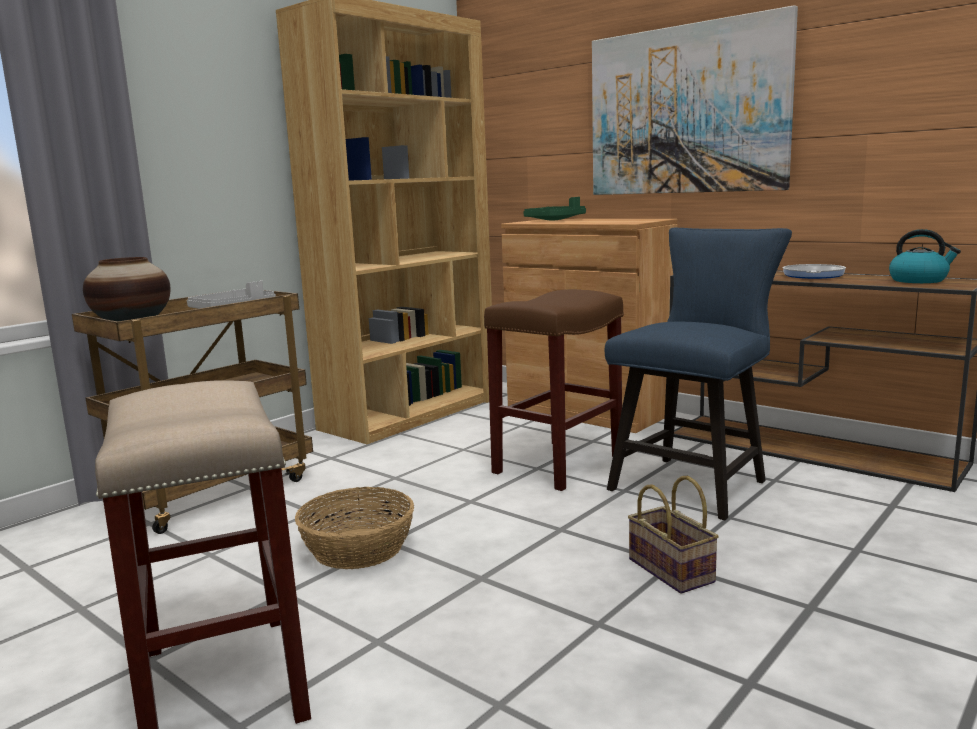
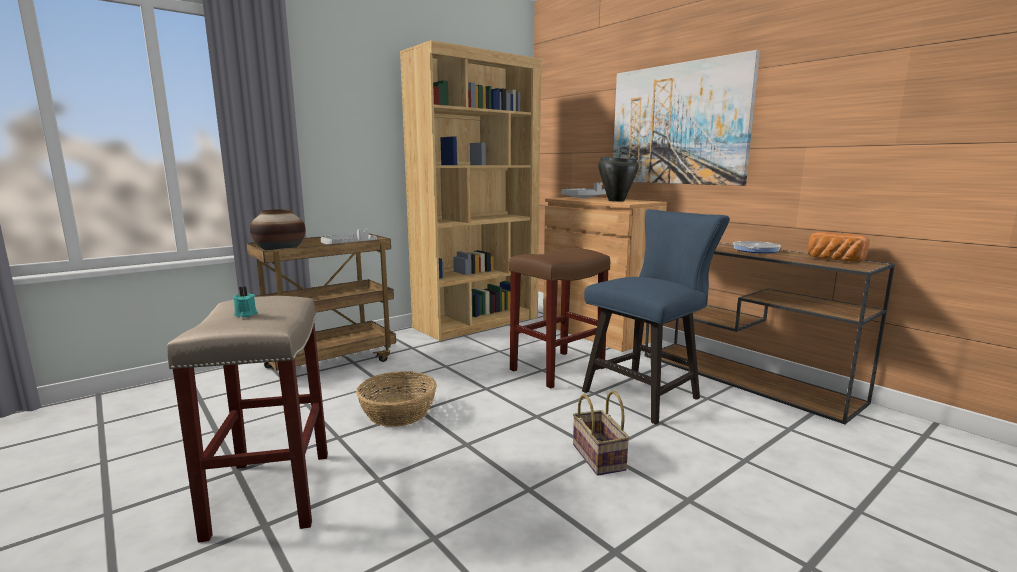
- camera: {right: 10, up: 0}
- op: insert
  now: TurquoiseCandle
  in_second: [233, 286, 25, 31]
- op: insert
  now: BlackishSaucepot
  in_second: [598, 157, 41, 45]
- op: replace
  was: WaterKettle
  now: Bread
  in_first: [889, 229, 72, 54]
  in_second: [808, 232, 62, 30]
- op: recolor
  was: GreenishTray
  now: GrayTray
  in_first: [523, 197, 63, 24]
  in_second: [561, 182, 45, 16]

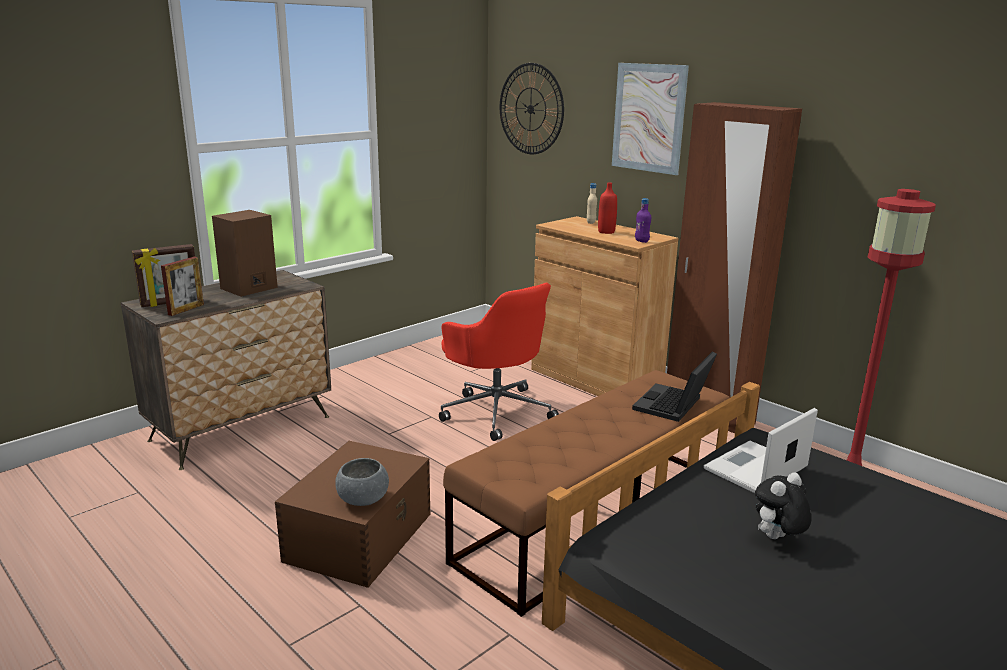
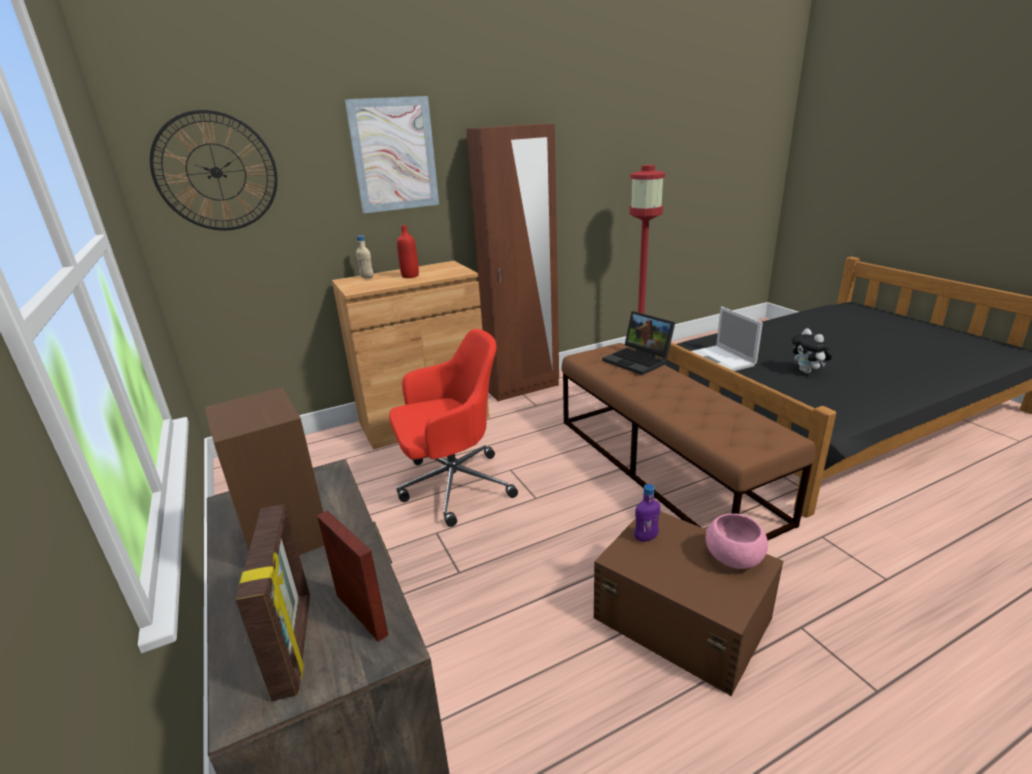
- camera: {right: -70, up: 5}
- op: move
  was: PurpleColouredBeverageBottle
  in_first: [635, 198, 16, 45]
  in_second: [634, 484, 26, 58]
- op: recolor
  was: GrayDeepDish
  now: PinkishDeepDish
  in_first: [335, 458, 54, 48]
  in_second: [706, 514, 62, 55]

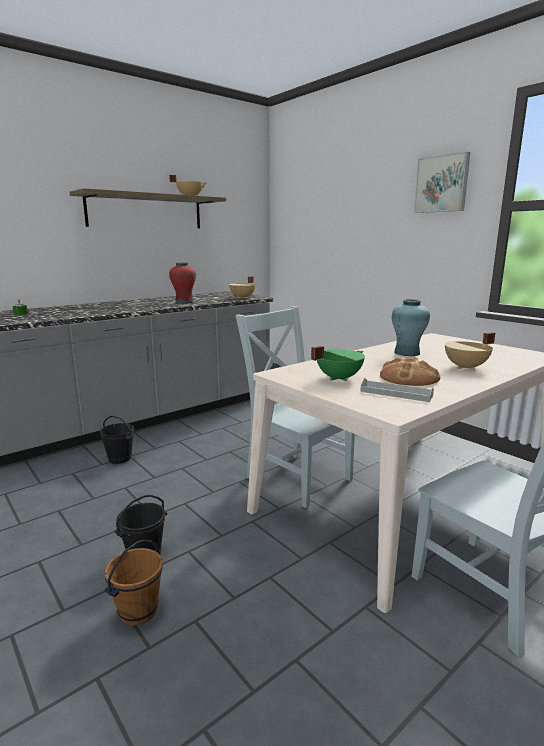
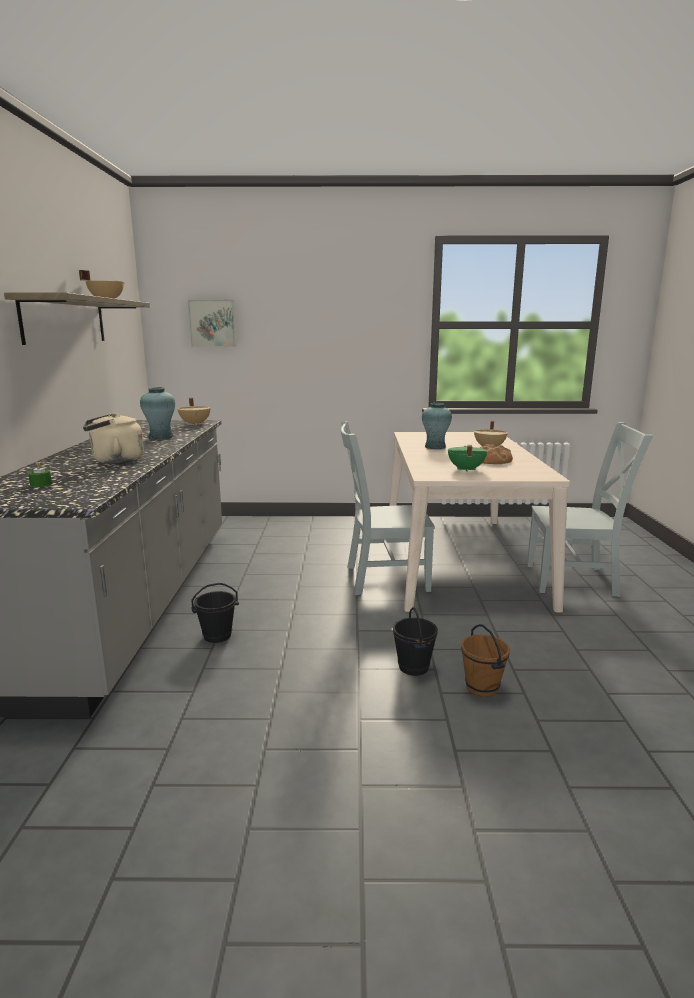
- camera: {right: -50, up: 0}
- op: delete
  was: GrayTray
  in_first: [360, 378, 74, 24]
- op: insert
  now: BeigeWaterKettle
  in_second: [83, 413, 61, 51]
- op: move
  was: WallPicture
  in_first: [414, 152, 57, 61]
  in_second: [188, 300, 49, 47]
- op: recolor
  was: ReddishFlowerVase
  now: TurquoiseFlowerVase
  in_first: [169, 262, 27, 41]
  in_second: [140, 387, 35, 52]

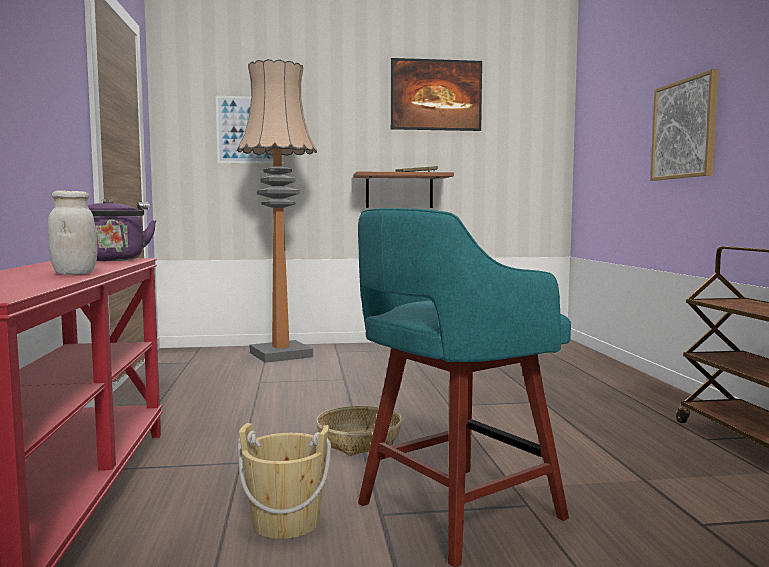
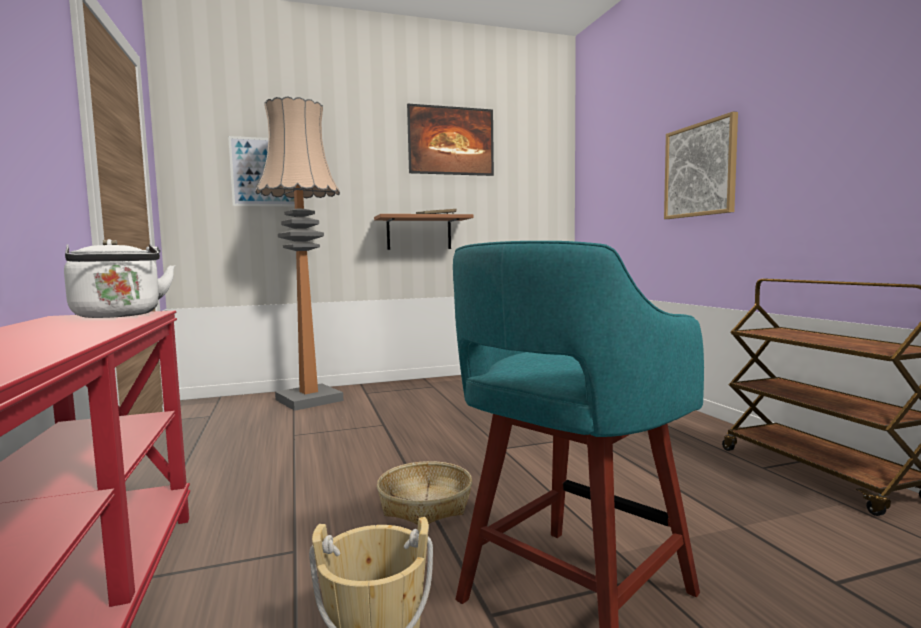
- camera: {right: -10, up: 0}
- op: delete
  was: WhiteColouredJar
  in_first: [48, 190, 49, 85]
- op: recolor
  was: PurpleColouredWaterKettle
  now: WhiteColouredWaterKettle
  in_first: [88, 199, 69, 62]
  in_second: [64, 239, 111, 79]

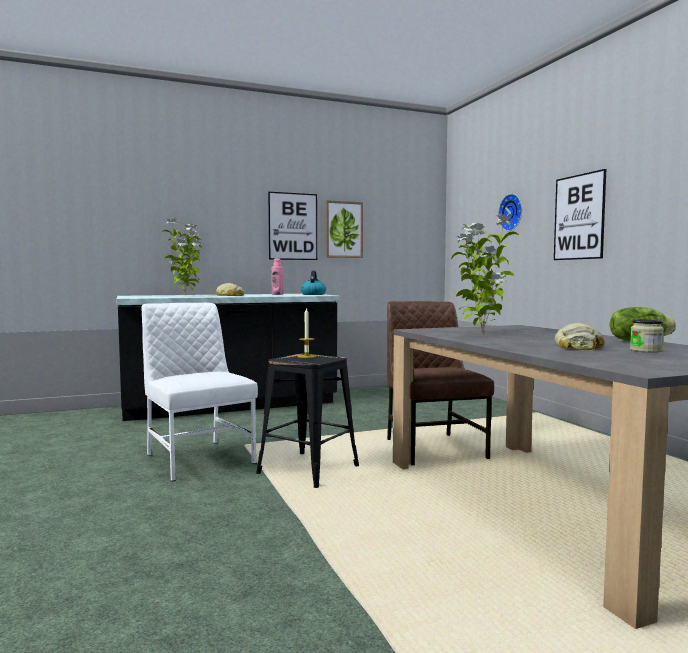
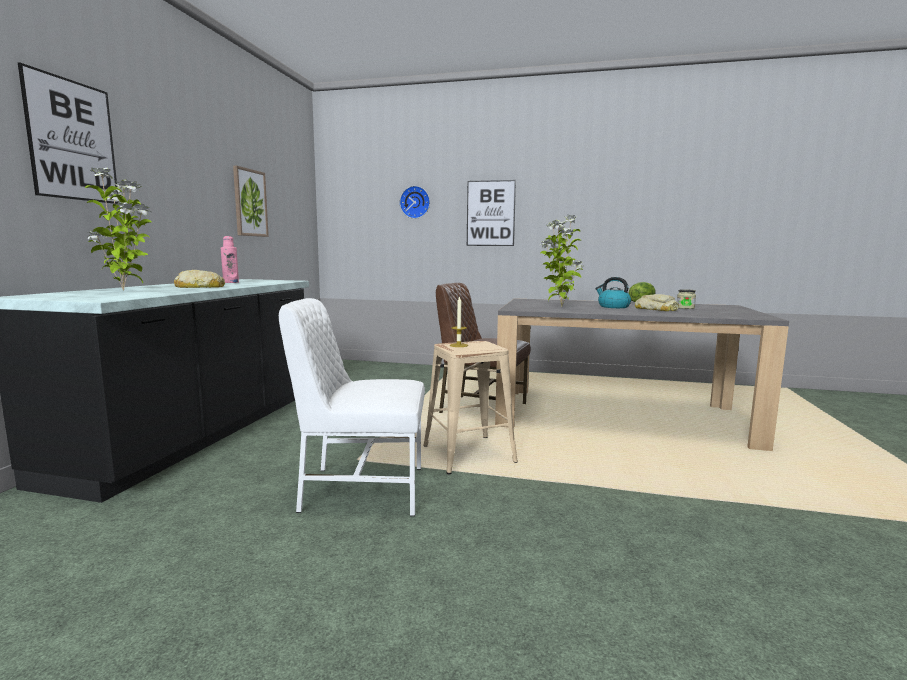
- camera: {right: -55, up: 5}
- op: move
  was: WallPicture
  in_first: [268, 192, 49, 68]
  in_second: [18, 62, 101, 142]
- op: move
  was: WaterKettle
  in_first: [301, 270, 25, 25]
  in_second: [595, 277, 36, 31]
- op: recolor
  was: BlackishStool
  now: BeigeStool
  in_first: [256, 354, 103, 134]
  in_second: [423, 341, 95, 134]

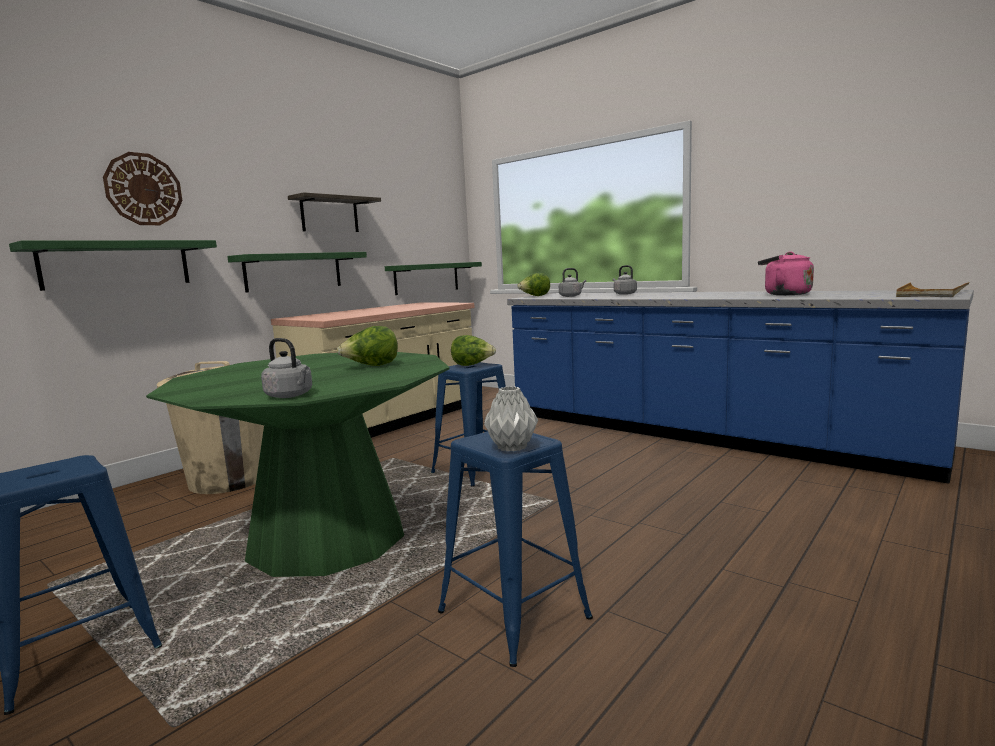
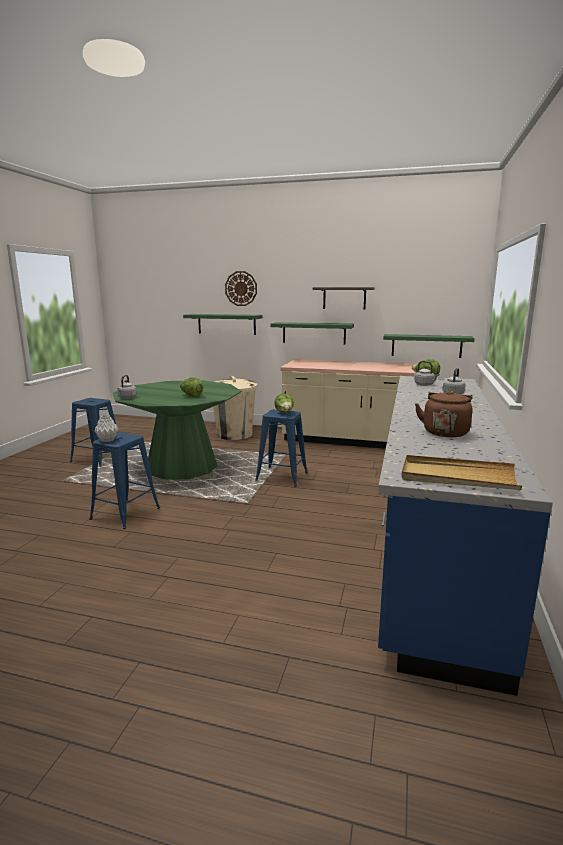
- camera: {right: 65, up: 5}
- op: recolor
  was: PinkishWaterKettle
  now: BrownWaterKettle
  in_first: [758, 252, 56, 43]
  in_second: [415, 390, 58, 47]

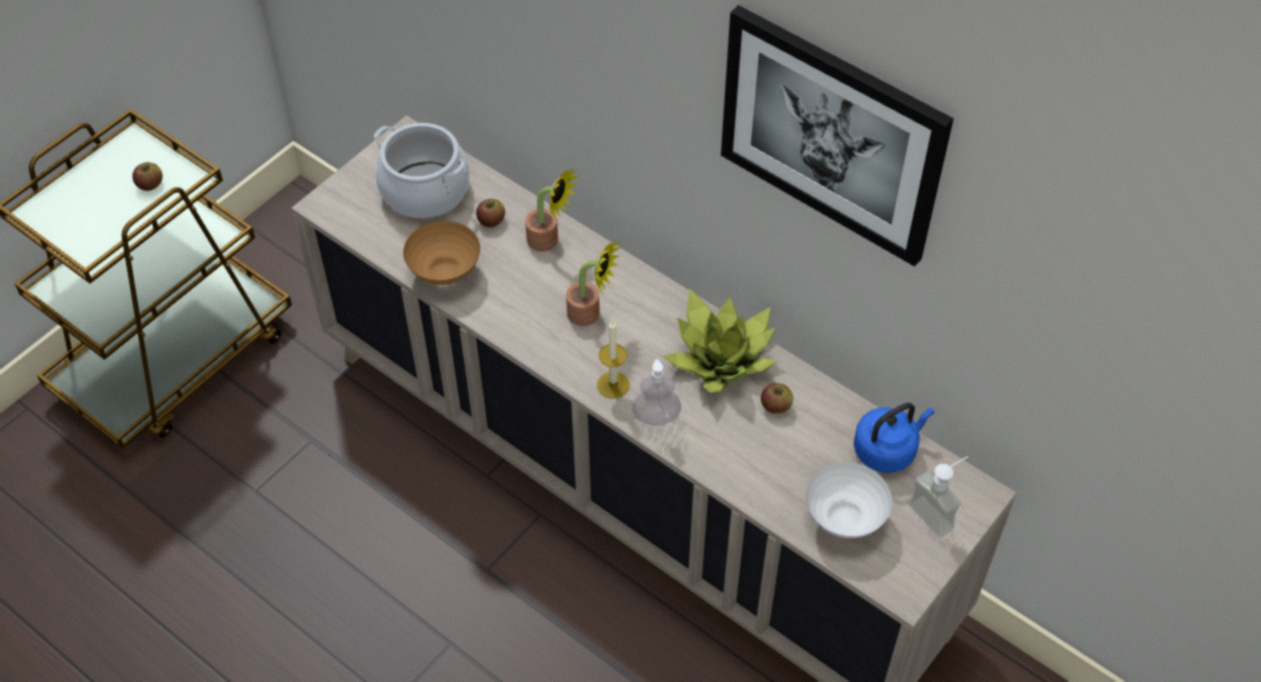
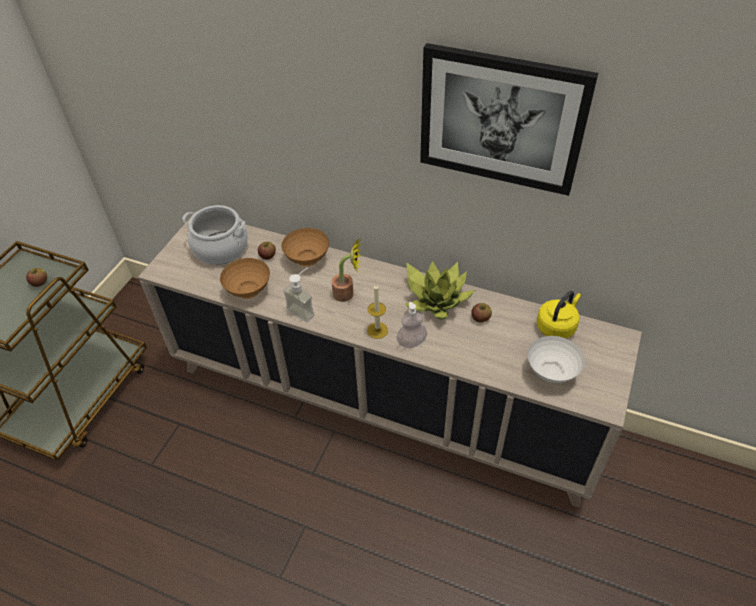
- camera: {right: -15, up: -5}
- op: move
  was: SoapDispenser
  in_first: [909, 456, 59, 81]
  in_second: [283, 268, 31, 54]
- op: replace
  was: PlantInAPot
  now: BrownDeepDish
  in_first: [525, 168, 53, 84]
  in_second: [282, 228, 47, 39]
- op: recolor
  was: BlueWaterKettle
  now: YellowishWaterKettle
  in_first: [854, 403, 80, 70]
  in_second: [537, 291, 44, 47]

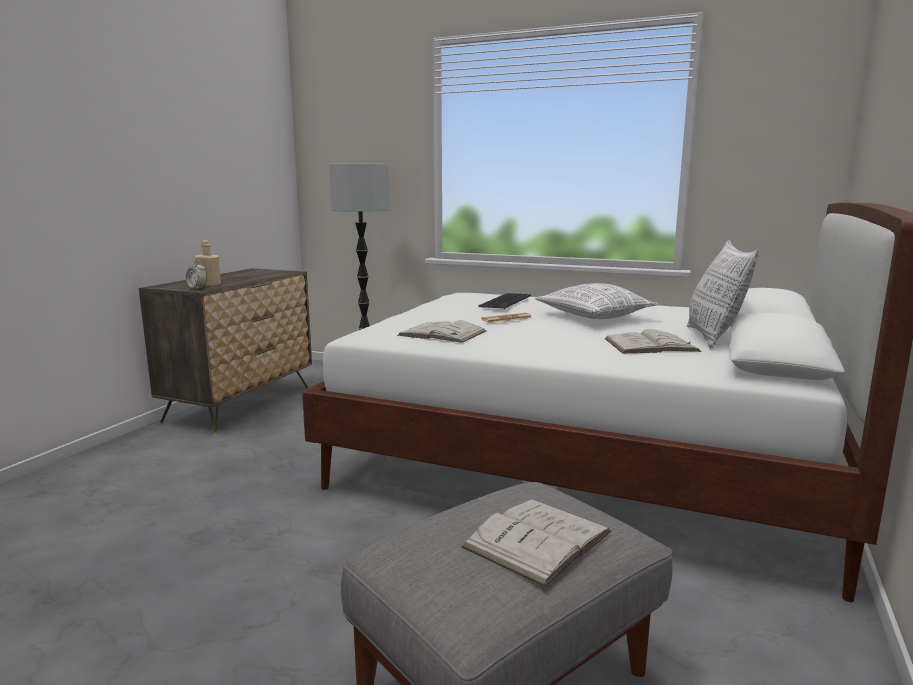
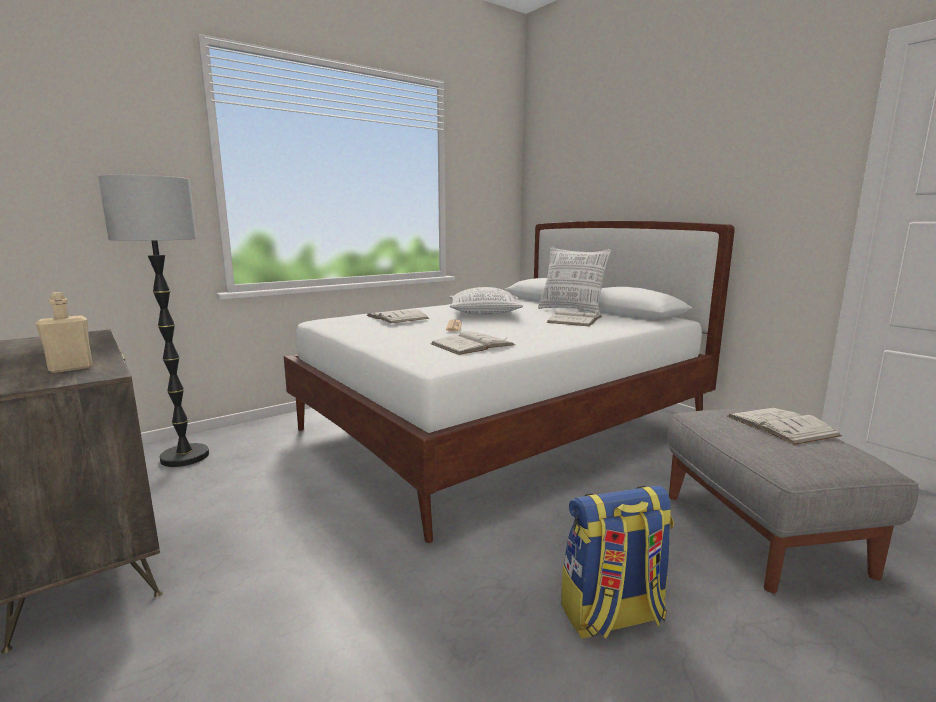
- camera: {right: -60, up: 0}
- op: delete
  was: BedsideClock
  in_first: [186, 260, 21, 28]
- op: insert
  now: Rucksack
  in_second: [561, 485, 113, 153]
- op: replace
  was: Keyboard
  now: WhiteColouredVolume
  in_first: [478, 293, 53, 16]
  in_second: [367, 309, 62, 14]

